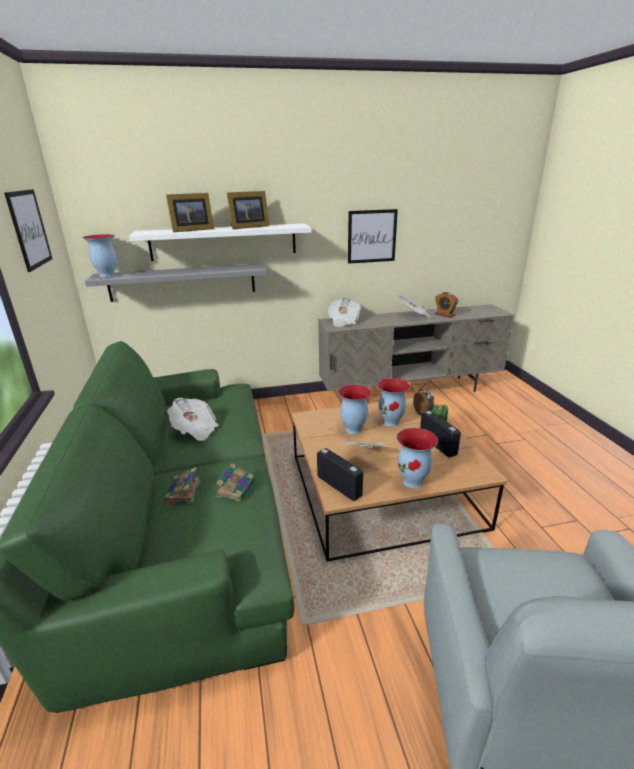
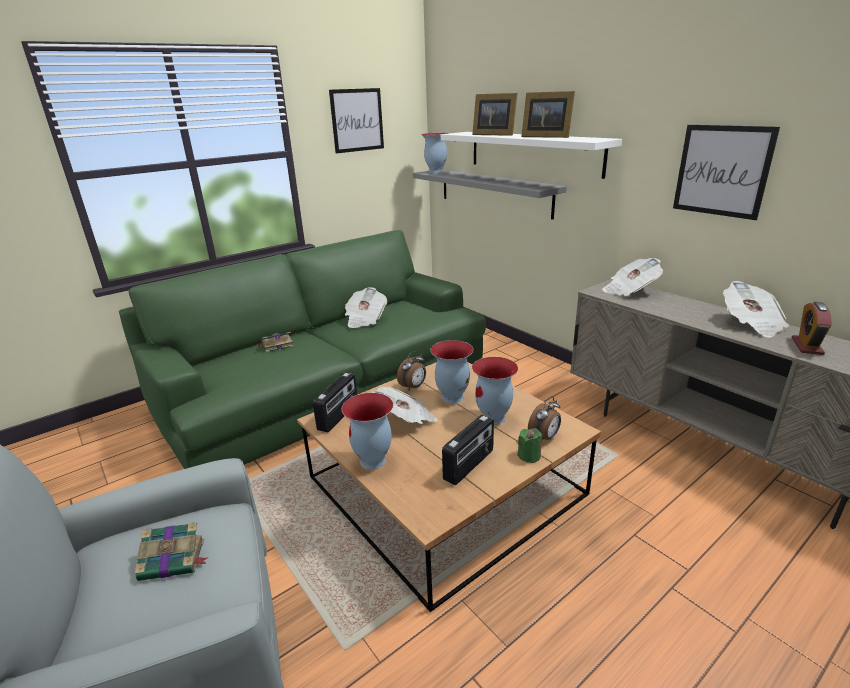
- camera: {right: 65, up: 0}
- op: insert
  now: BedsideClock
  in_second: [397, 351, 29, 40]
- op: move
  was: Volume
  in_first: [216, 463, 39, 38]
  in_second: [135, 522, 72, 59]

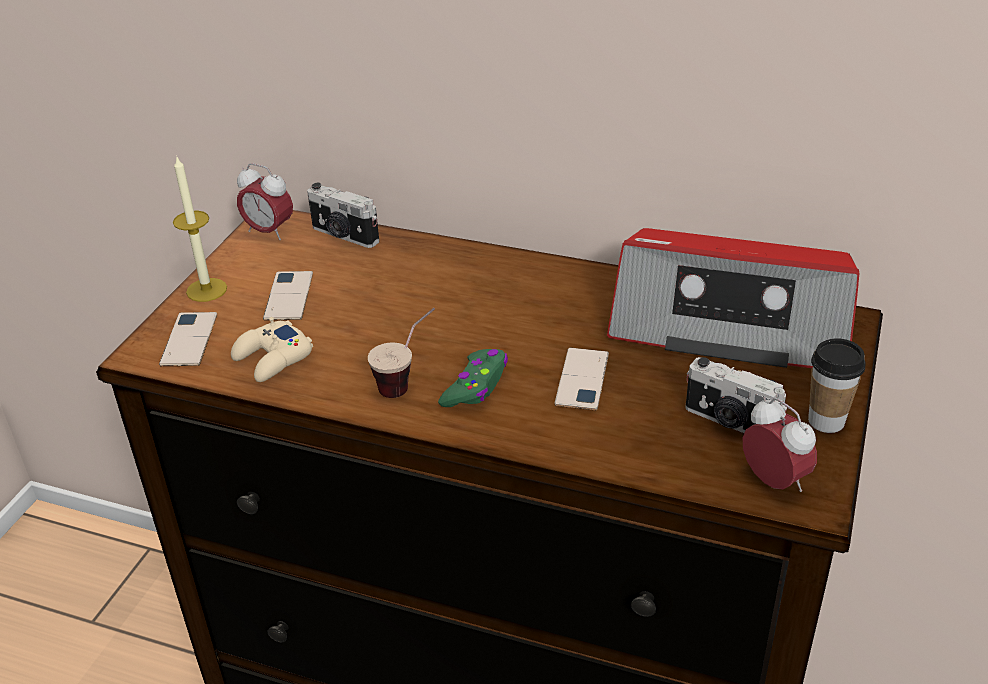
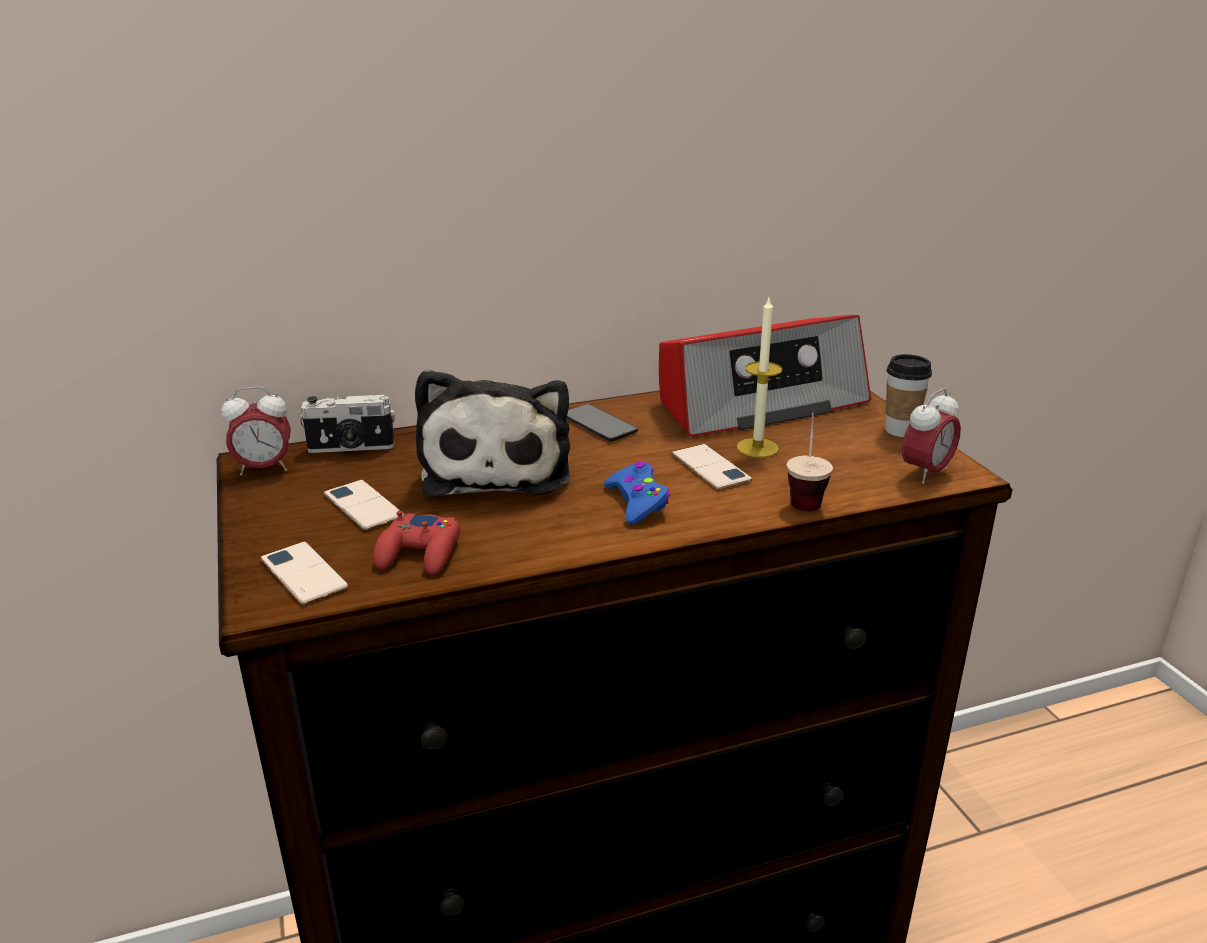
- camera: {right: -40, up: -10}
- op: delete
  was: PhotoCamera
  in_first: [685, 357, 102, 76]
- op: insert
  now: SoftToy
  in_second: [415, 369, 155, 128]
- op: insert
  now: Handset
  in_second: [567, 404, 71, 38]
- op: move
  was: Candle
  in_first: [173, 155, 54, 147]
  in_second: [737, 298, 45, 160]
- op: move
  was: SmallCup
  in_first: [368, 308, 67, 90]
  in_second: [787, 413, 46, 98]
- op: recolor
  was: BeigeGamepad
  now: ReddishGamepad
  in_first: [231, 317, 82, 65]
  in_second: [373, 510, 87, 65]
- op: recolor
  was: GreenishGamepad
  now: BlueGamepad
  in_first: [438, 349, 70, 58]
  in_second: [604, 461, 66, 63]
- op: rotate
  was: BedsideClock
  in_first: [742, 397, 75, 95]
  in_second: [902, 388, 59, 96]
  clockwise: 120

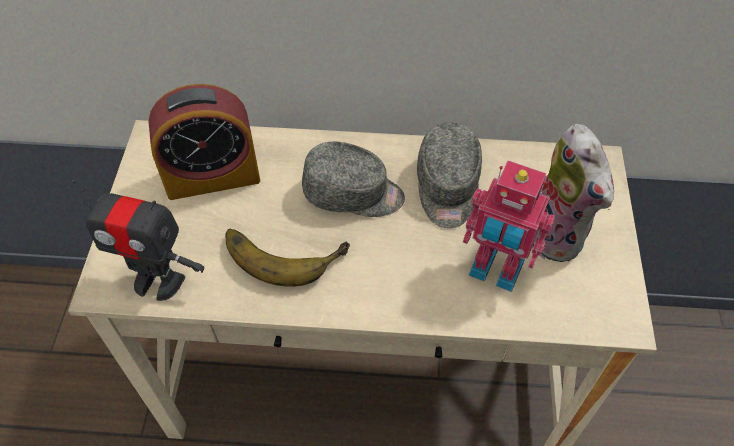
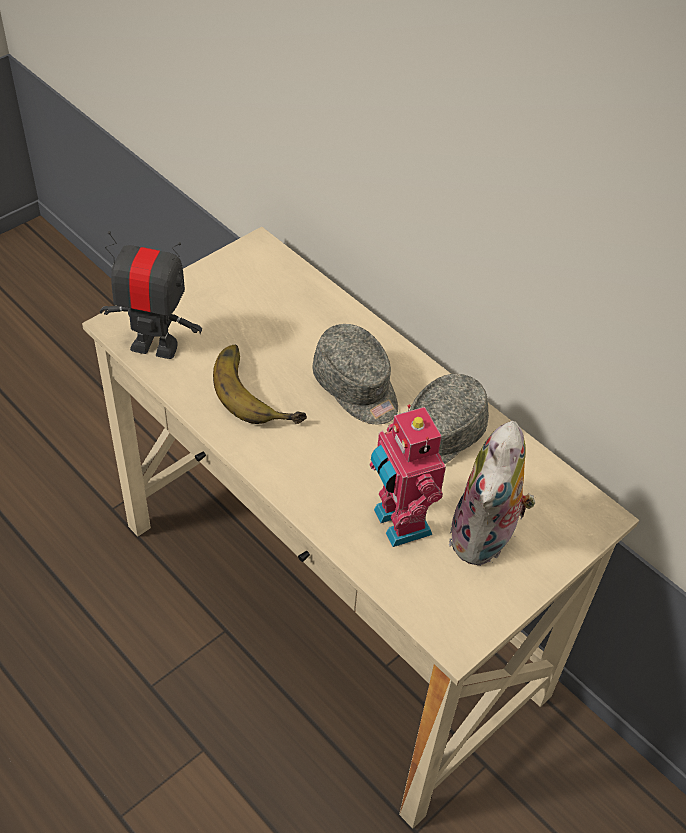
- camera: {right: 40, up: -5}
- op: delete
  was: BedsideClock
  in_first: [148, 84, 112, 116]
- op: rotate
  was: RobotFigure
  in_first: [72, 179, 132, 122]
  in_second: [100, 231, 102, 128]
  clockwise: 135

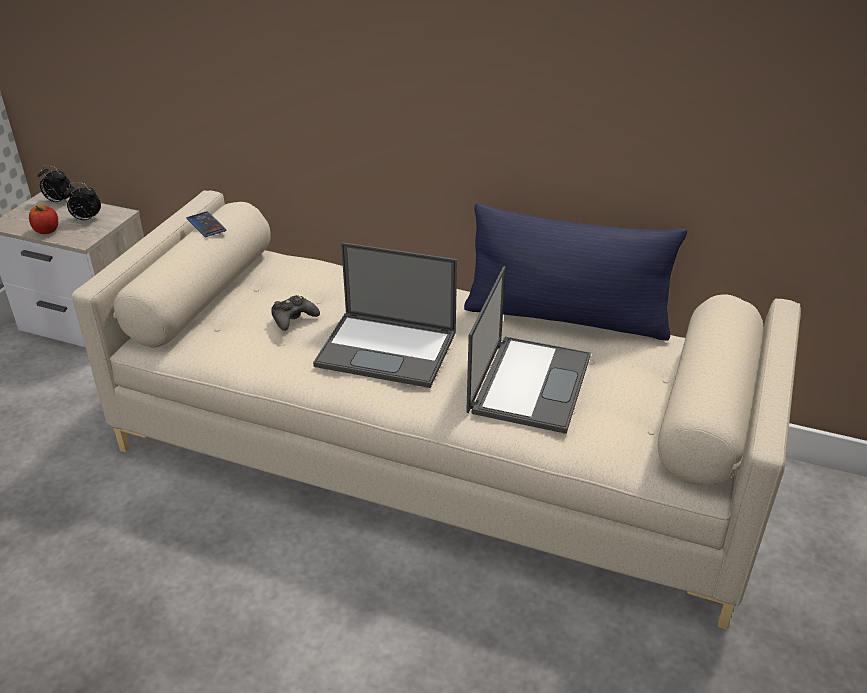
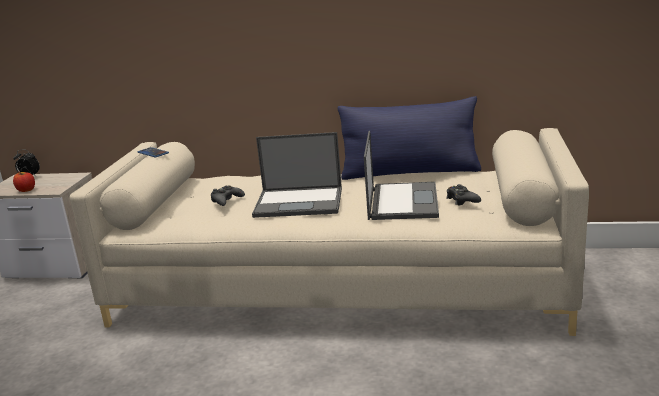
- camera: {right: -10, up: -15}
- op: delete
  was: BedsideClock
  in_first: [64, 182, 37, 38]
- op: insert
  now: BlackishGamepad
  in_second: [446, 184, 35, 22]

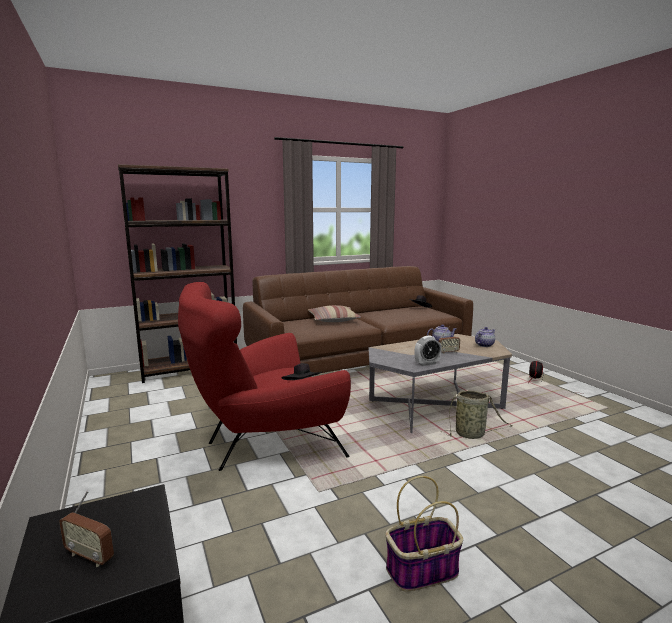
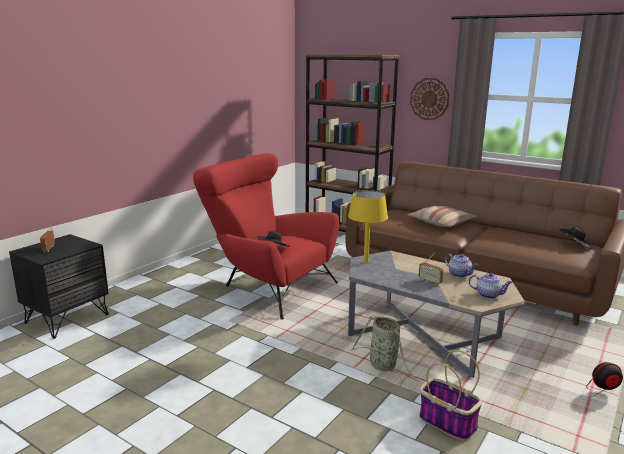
- camera: {right: 60, up: 5}
- op: delete
  was: BedsideClock
  in_first: [415, 336, 27, 30]
- op: insert
  now: YellowishTableLamp
  in_second: [348, 190, 40, 73]
- op: insert
  now: HangingClock
  in_second: [410, 78, 40, 42]
- op: move
  was: StorageBasket
  in_first: [385, 476, 78, 115]
  in_second: [419, 350, 63, 91]

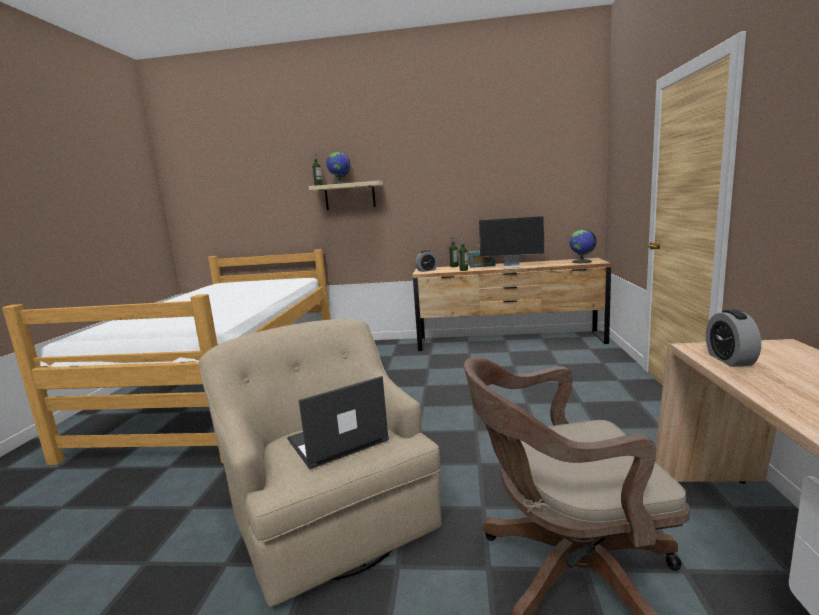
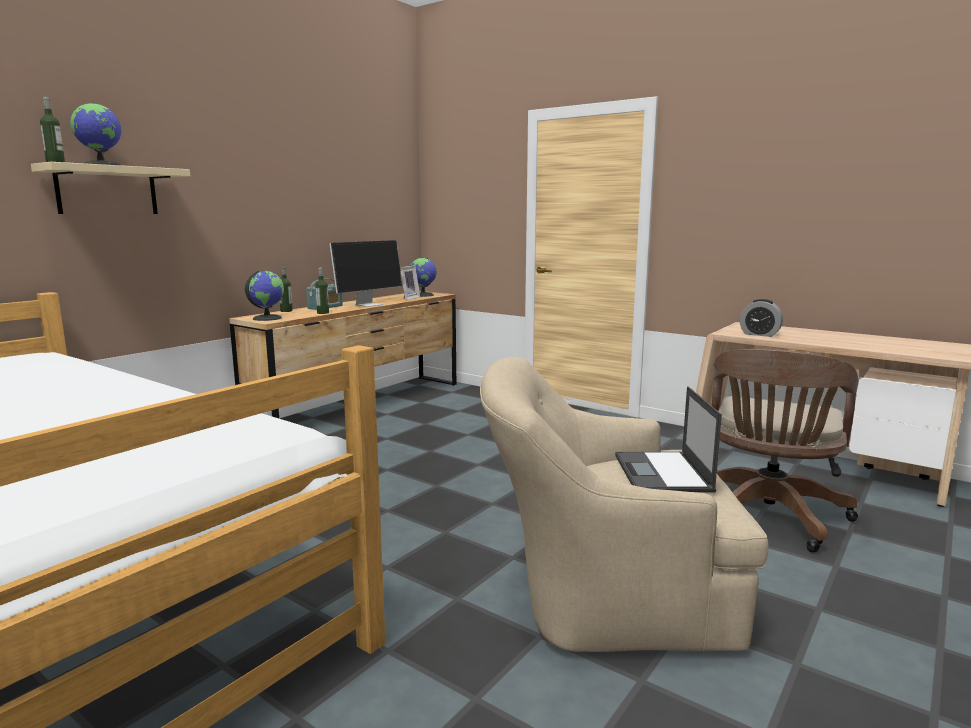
- camera: {right: -60, up: 0}
- op: insert
  now: PhotoFrame
  in_second: [400, 265, 20, 36]
- op: replace
  was: BedsideClock
  now: Globe
  in_first: [415, 250, 23, 22]
  in_second: [245, 271, 39, 50]

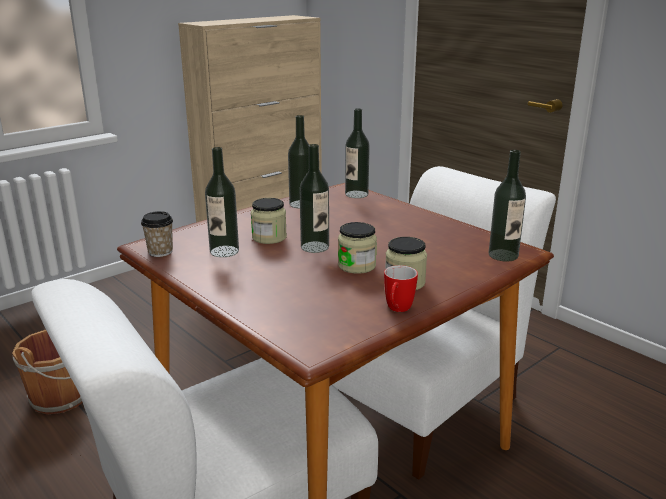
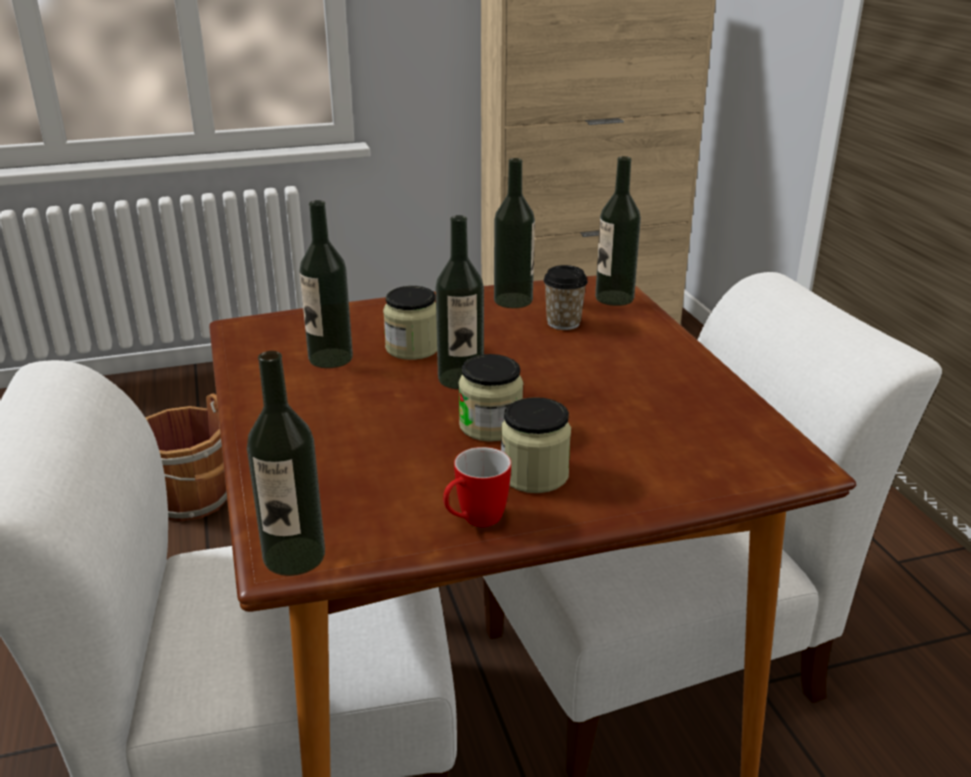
- camera: {right: 25, up: 5}
- op: move
  was: SmallCup
  in_first: [141, 211, 32, 46]
  in_second: [543, 265, 45, 65]
- op: move
  was: BeverageBottle
  in_first: [489, 150, 37, 112]
  in_second: [247, 351, 78, 225]

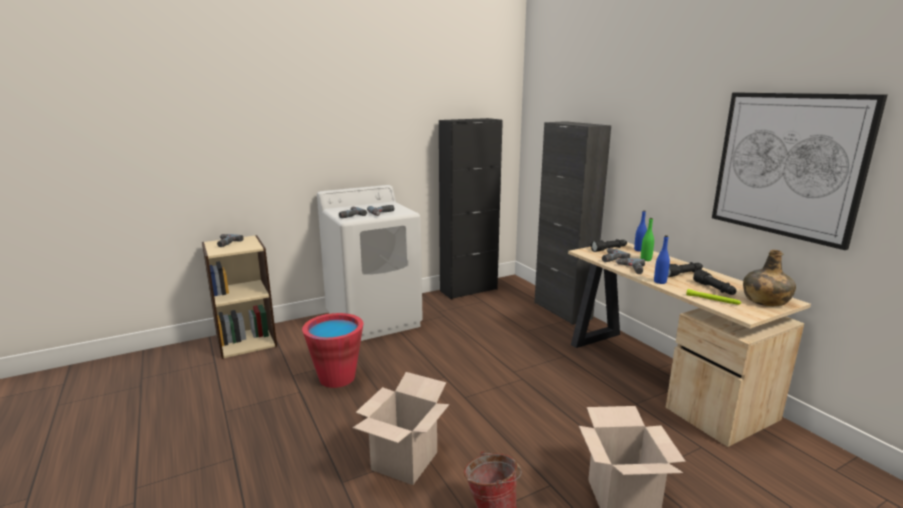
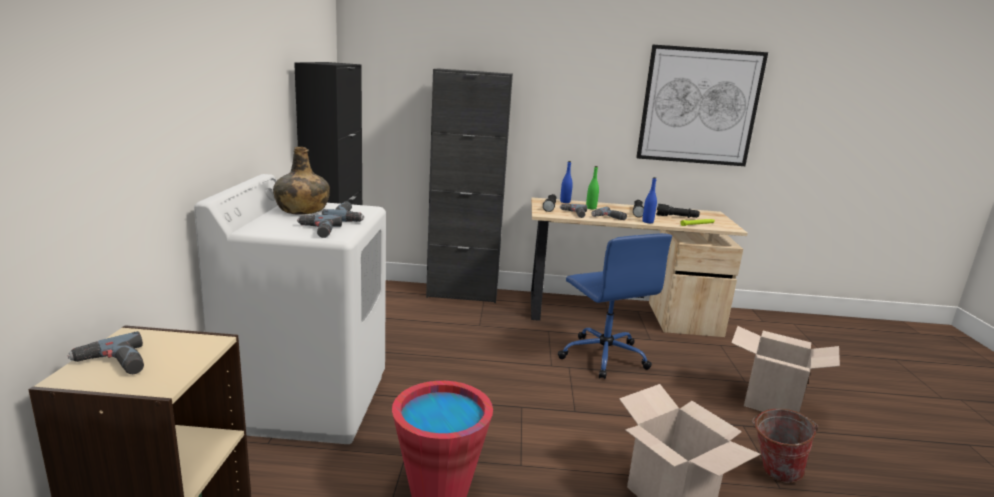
- camera: {right: -60, up: 0}
- op: insert
  now: BlueOfficeChair
  in_second: [558, 233, 114, 146]
- op: move
  was: GreenishBeverageBottle
  in_first: [743, 250, 53, 56]
  in_second: [273, 147, 57, 67]

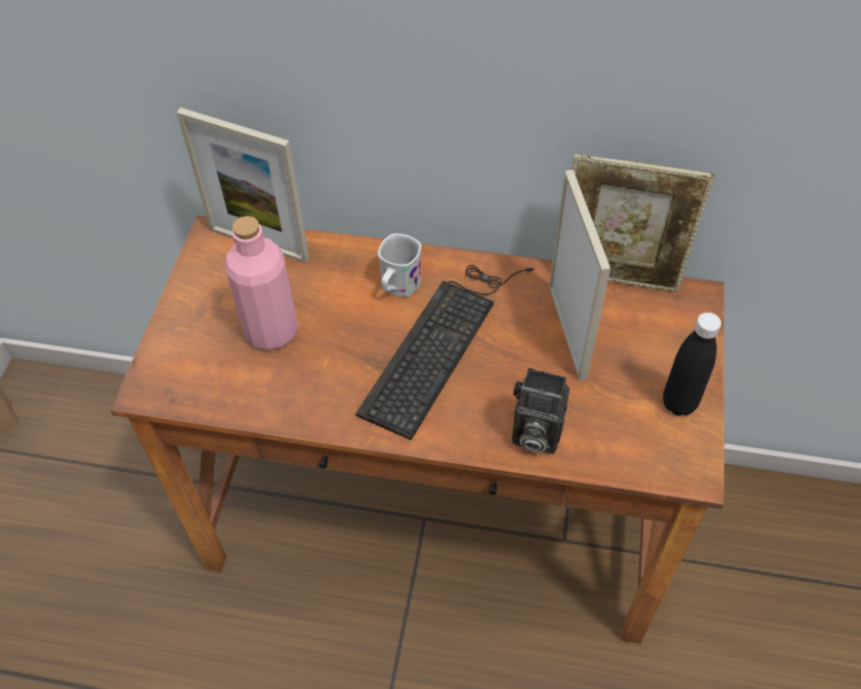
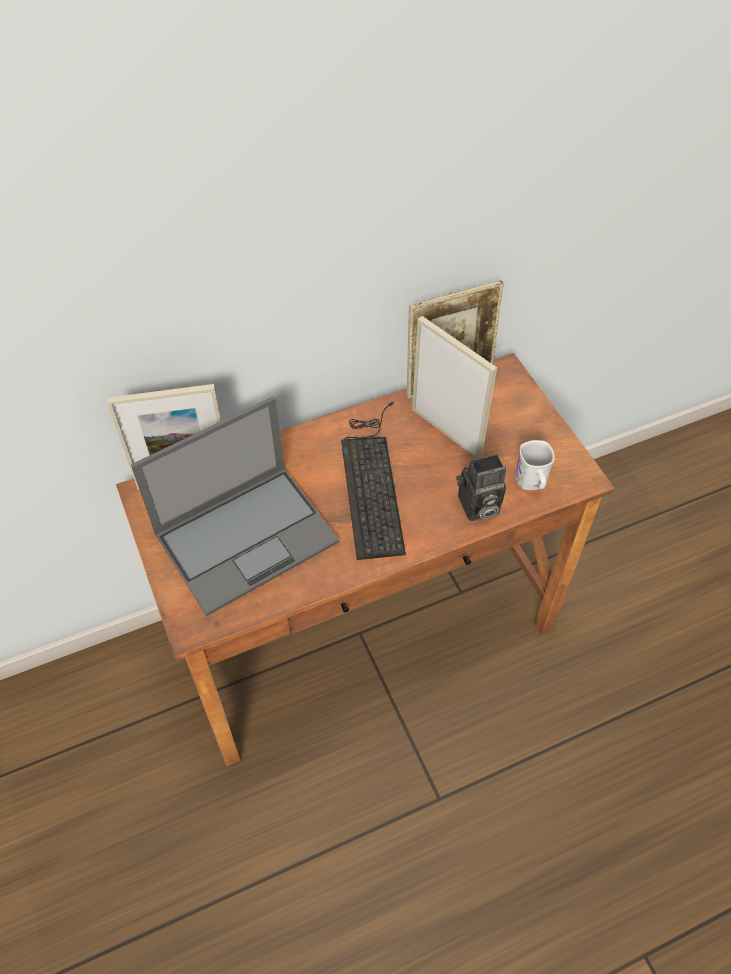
- camera: {right: -35, up: 0}
- op: delete
  was: BlackishBeverageBottle
  in_first: [663, 312, 58, 104]
- op: move
  was: WhiteColouredCoffeeMug
  in_first: [378, 233, 43, 64]
  in_second: [515, 440, 40, 50]
- op: replace
  was: PinkishBeverageBottle
  now: PortableComputer
  in_first: [225, 216, 73, 135]
  in_second: [131, 396, 208, 220]

